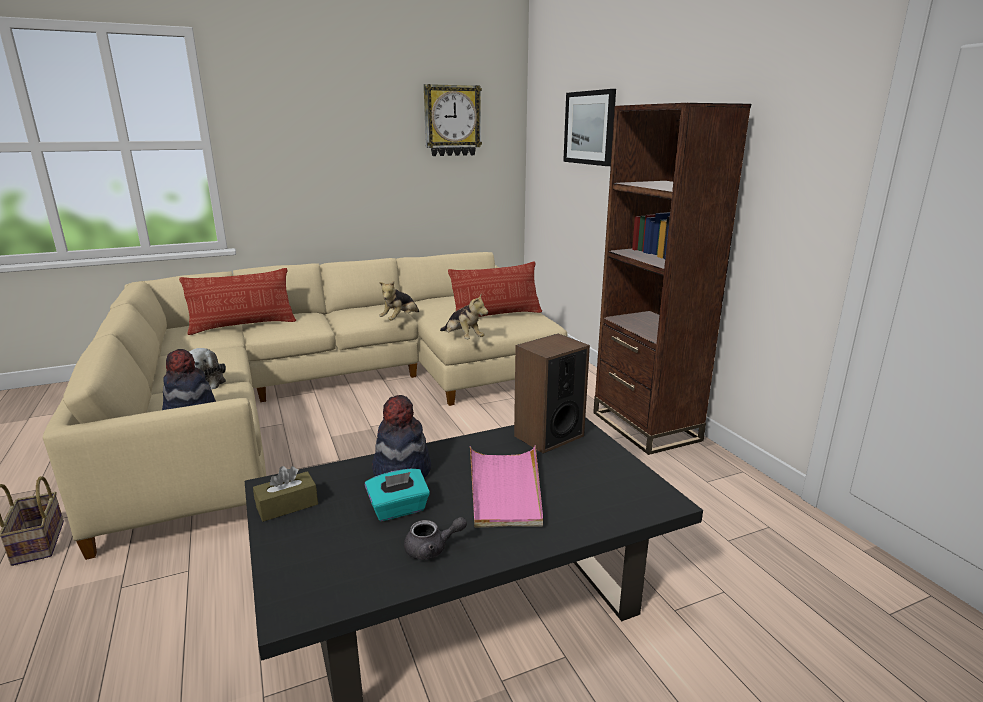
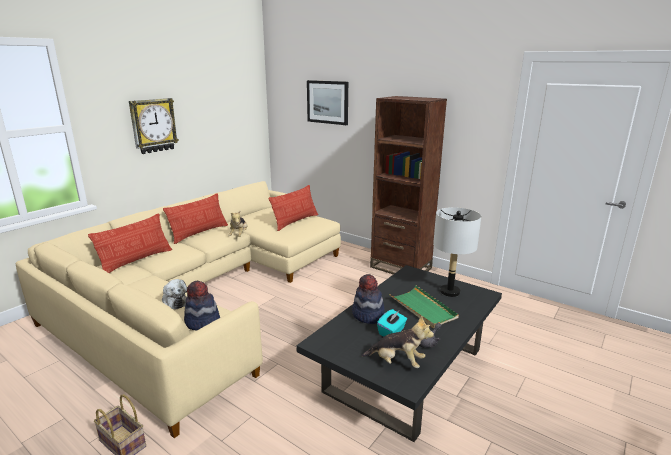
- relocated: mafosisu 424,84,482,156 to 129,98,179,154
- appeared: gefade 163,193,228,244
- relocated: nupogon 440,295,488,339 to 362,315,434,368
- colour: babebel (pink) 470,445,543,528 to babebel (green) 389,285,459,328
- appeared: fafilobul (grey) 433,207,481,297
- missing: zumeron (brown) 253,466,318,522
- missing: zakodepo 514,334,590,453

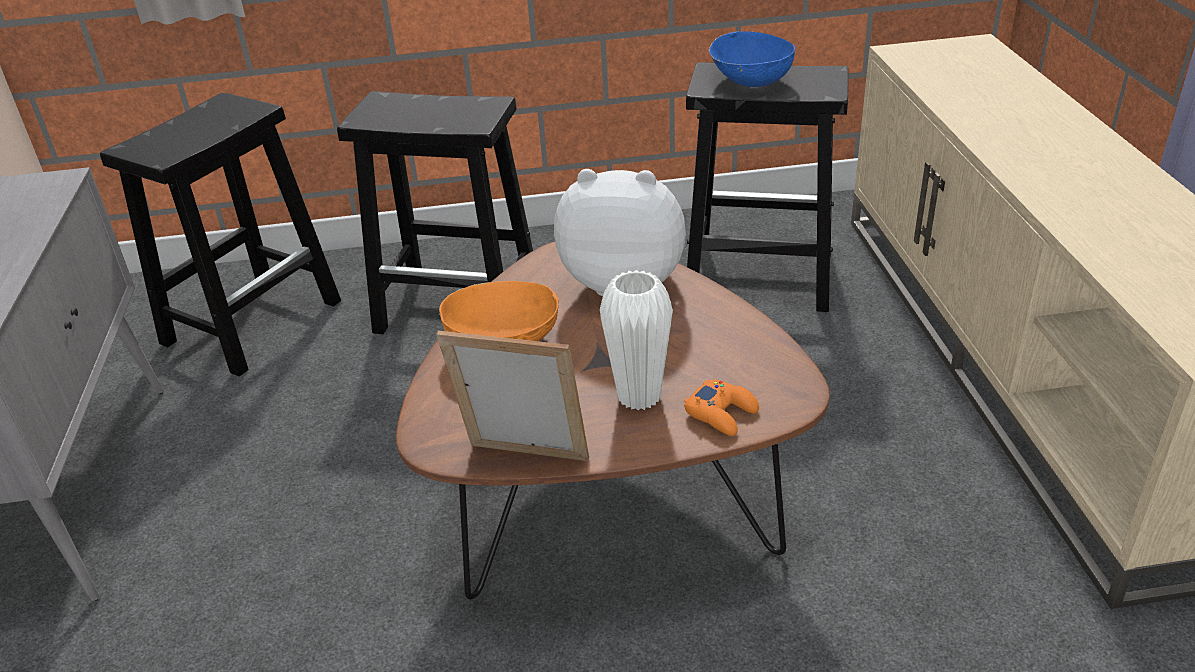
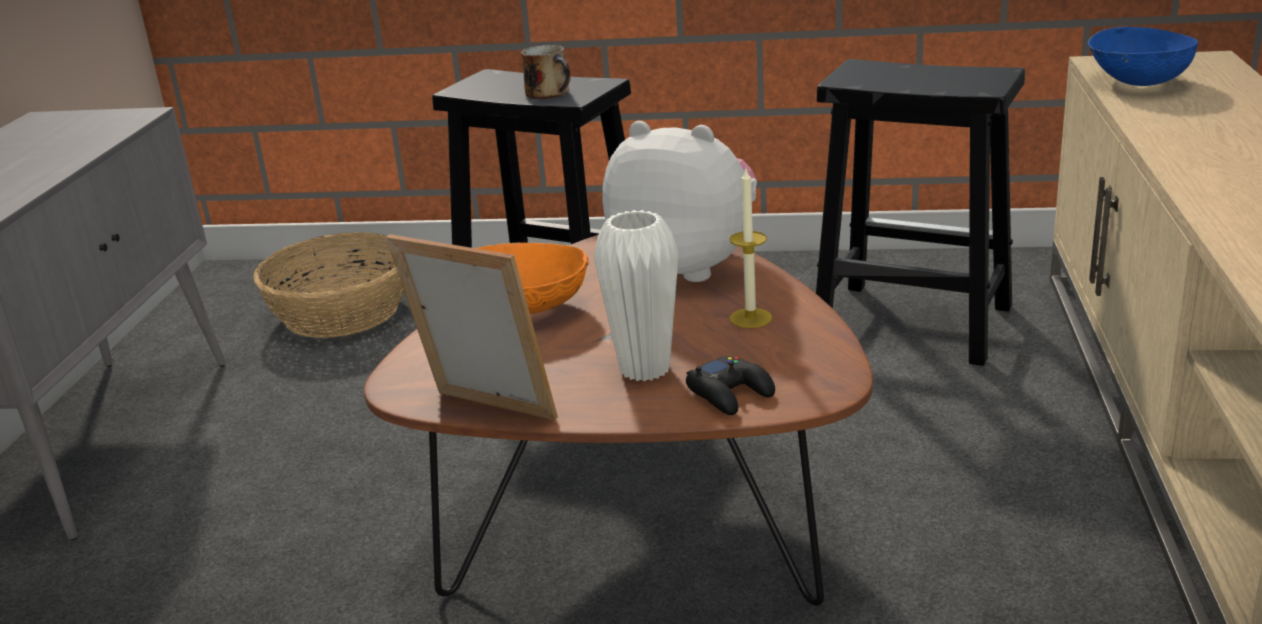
- exchanged: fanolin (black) 100,93,341,377 to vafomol 254,232,404,338
- appeared: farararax 521,45,571,99
- colour: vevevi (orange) 684,380,759,436 to vevevi (black) 686,356,775,415
- appeared: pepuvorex 729,169,772,328
- relocated: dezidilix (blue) 709,31,795,87 to 1087,27,1198,86

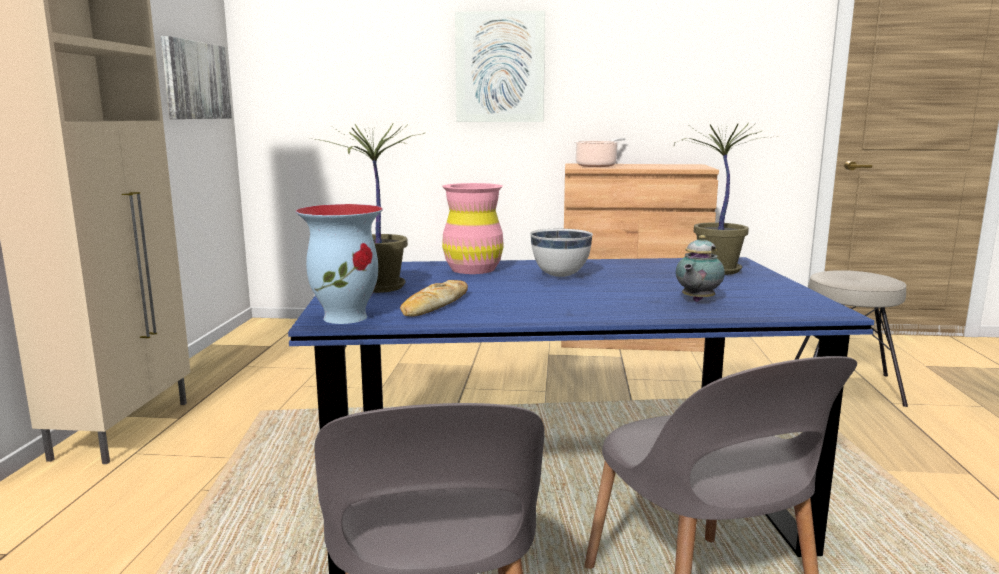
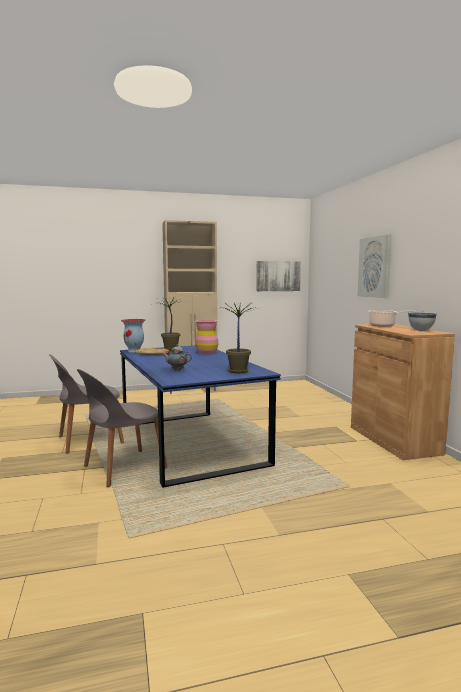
- relocated: dezidilix (white) 530,229,593,277 to 408,312,437,331
- missing: fanolin (beige) 794,270,908,407

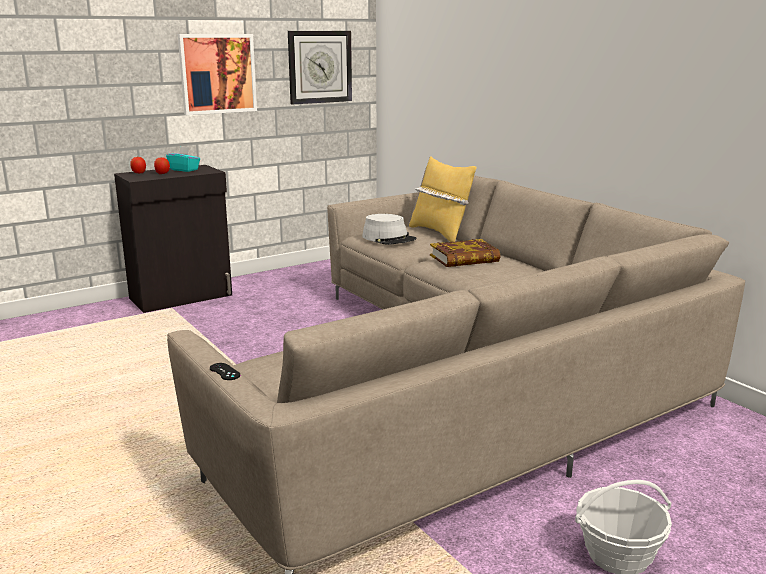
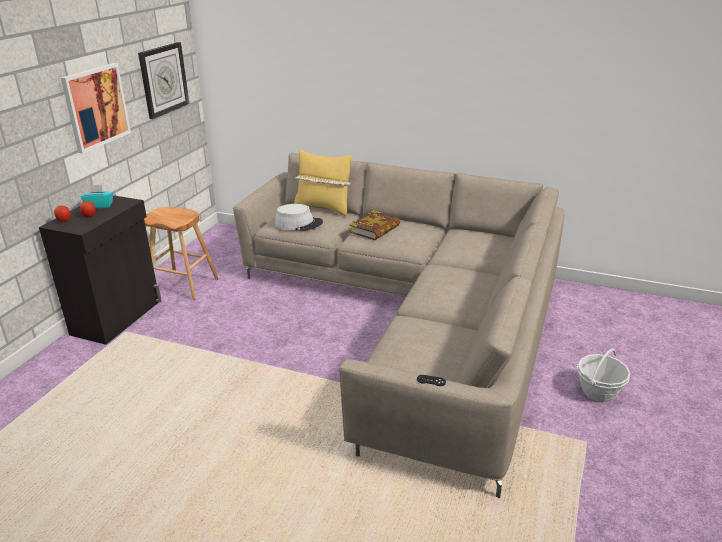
- appeared: fanolin (brown) 144,207,219,300

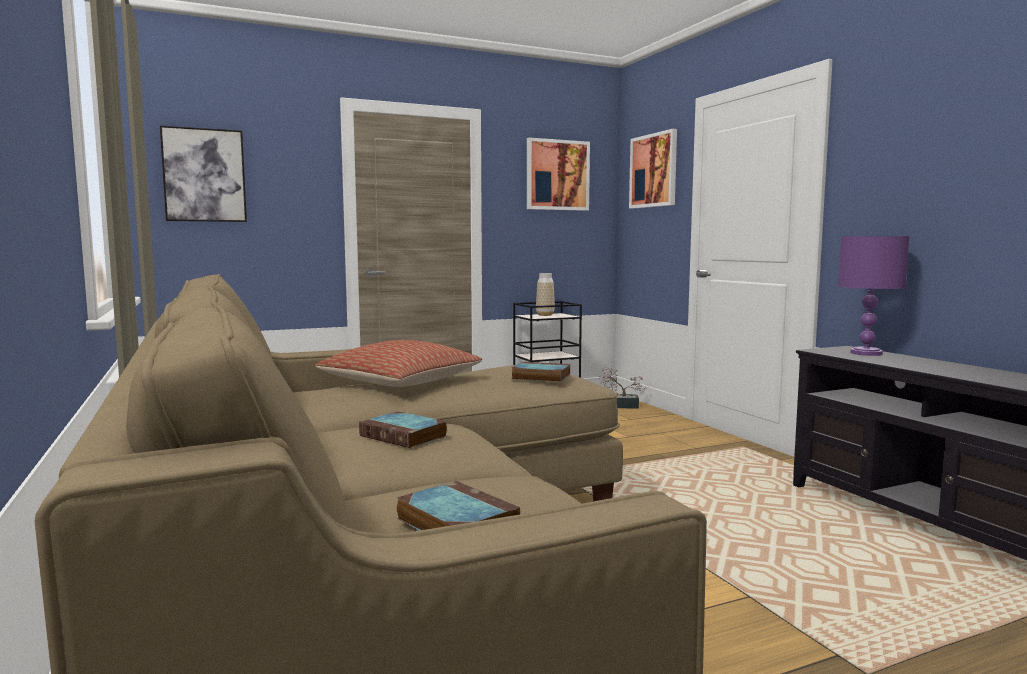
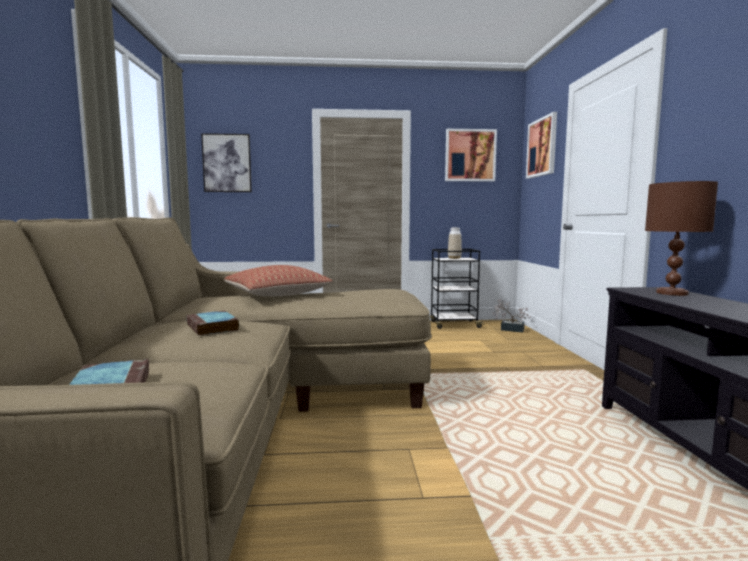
- colour: fafilobul (purple) 838,236,910,356 to fafilobul (brown) 645,181,718,296
- missing: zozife 512,362,570,382

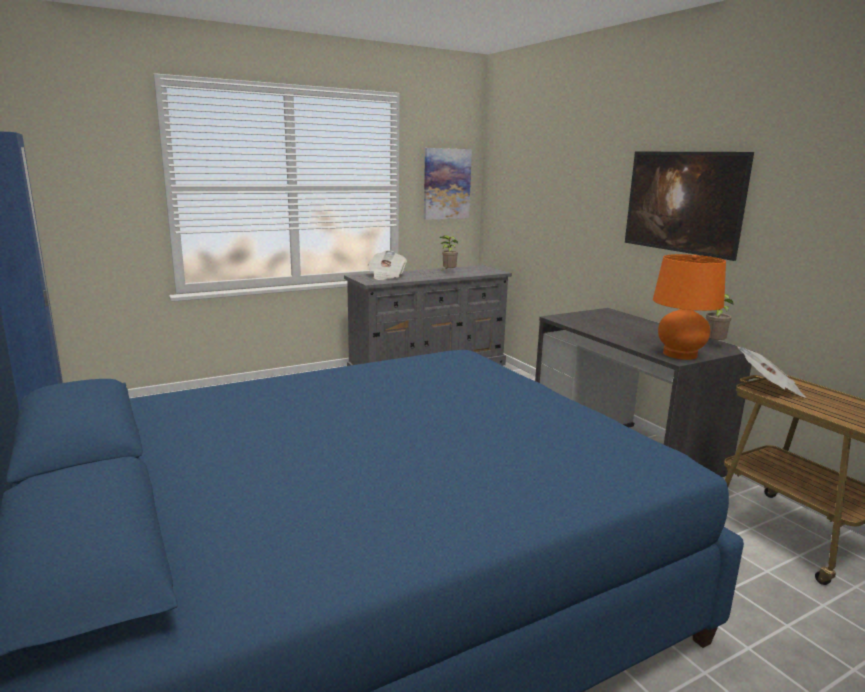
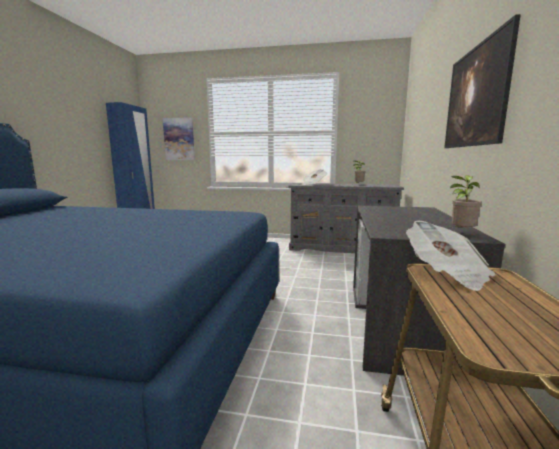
- relocated: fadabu 424,148,472,220 to 163,117,195,160
- missing: fafilobul (orange) 653,254,726,360

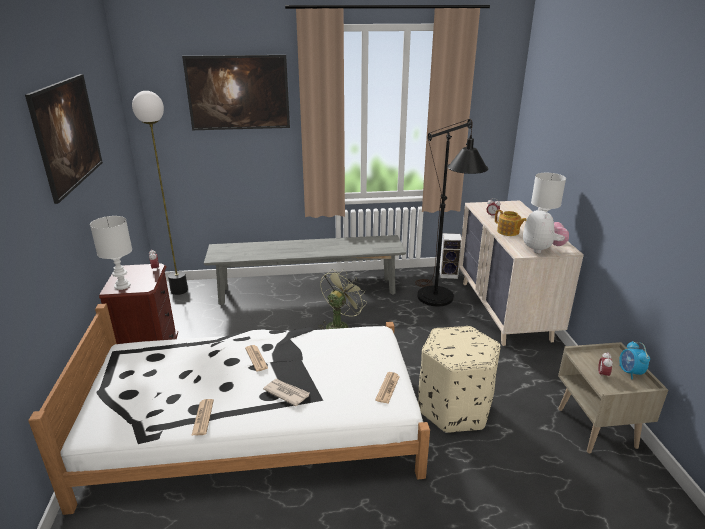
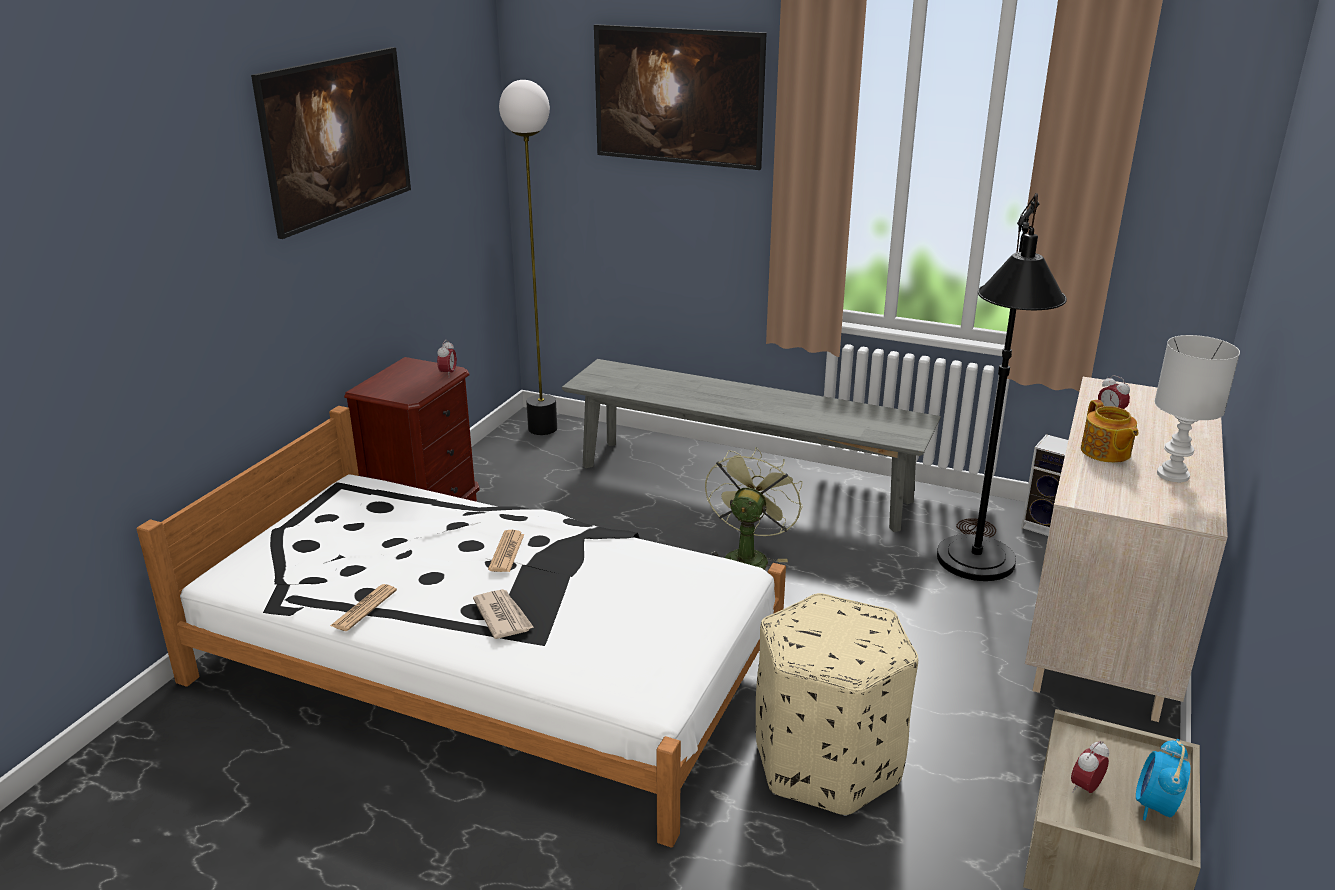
- spun: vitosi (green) 318,269,367,330 = 705,447,803,569 45 degrees counterclockwise
- missing: fafilobul (white) 90,216,132,290
- missing: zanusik 375,372,400,404
- missing: nupogon 523,207,569,253

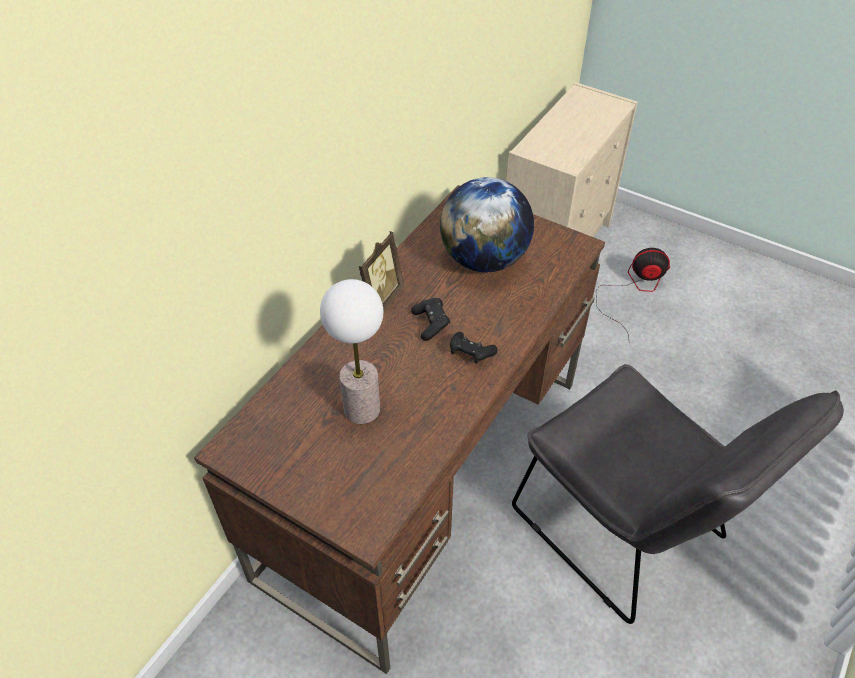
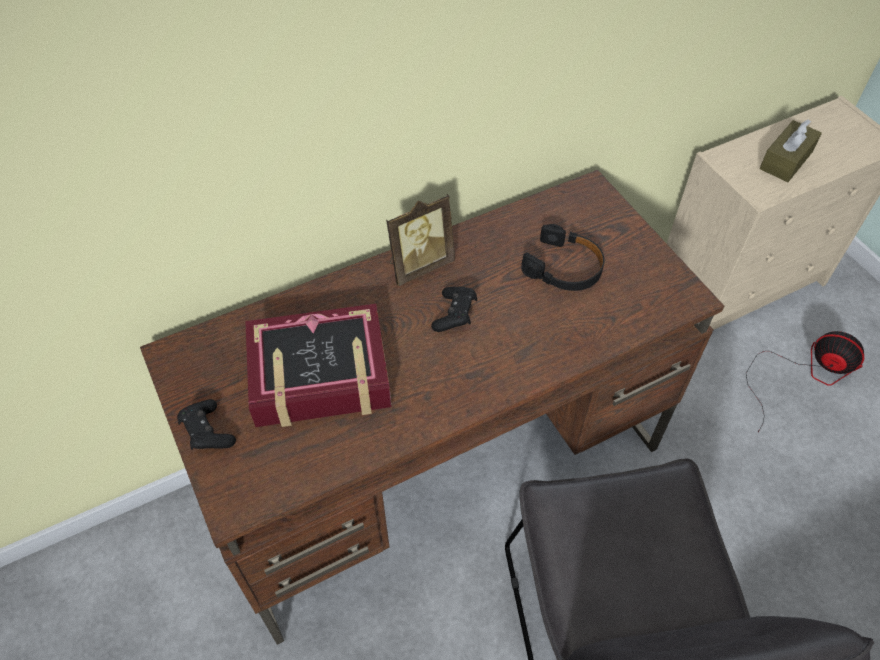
- relocated: vevevi (black) 450,332,497,364 to 177,399,236,450
- exchanged: fafilobul 320,279,383,424 to zozife 245,304,391,427
- exchanged: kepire 440,177,534,272 to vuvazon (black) 521,224,605,291
- appeared: zumeron (brown) 760,119,822,182

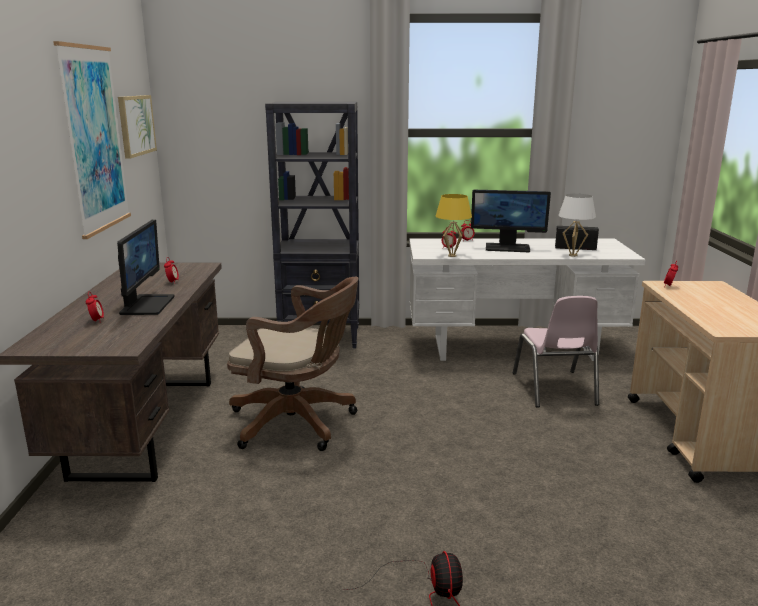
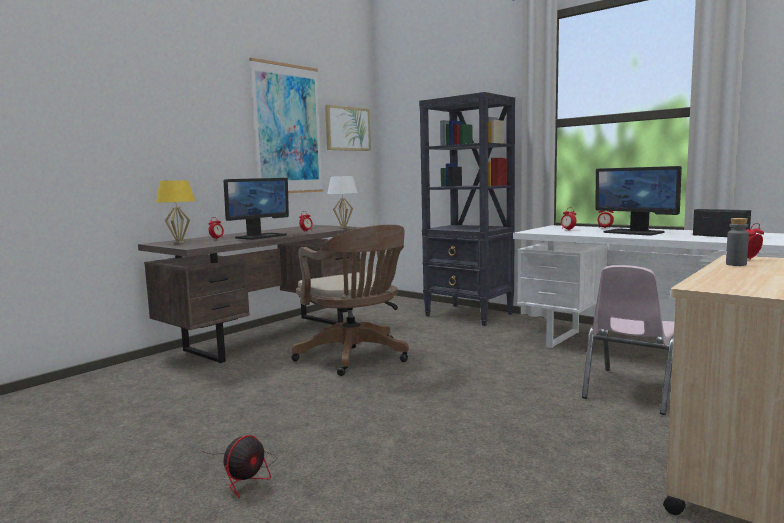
- relocated: fafilobul (yellow) 436,194,472,257 to 156,180,195,243
- relocated: fafilobul (white) 558,194,596,257 to 327,176,358,228
- appeared: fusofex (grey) 726,218,749,266

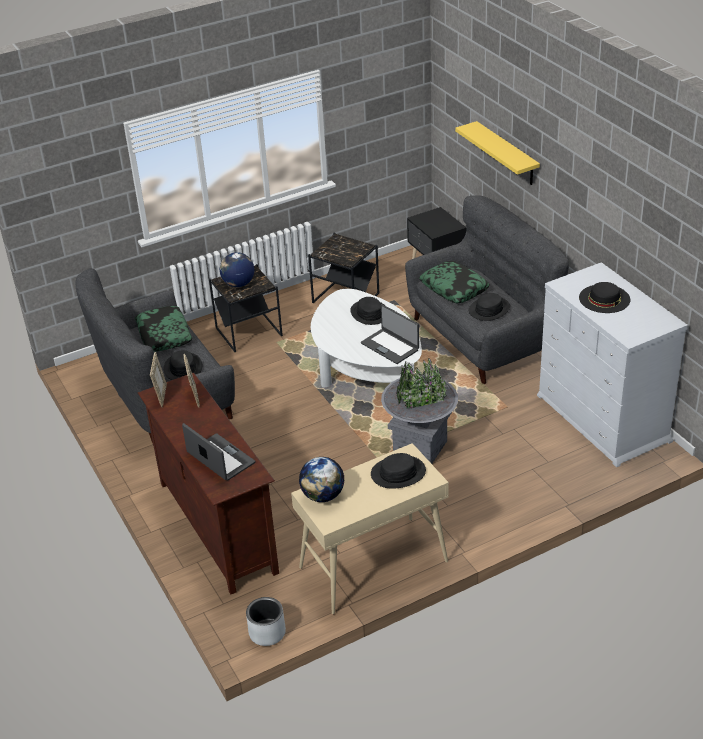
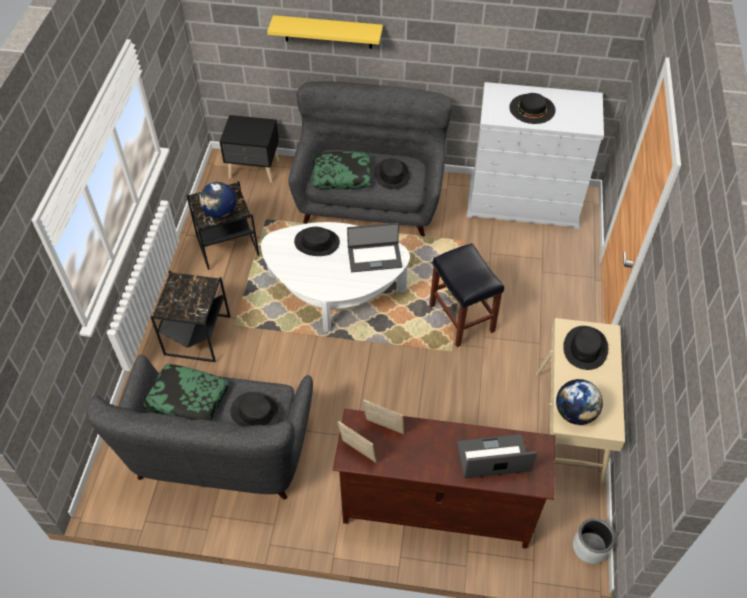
- relocated: kepire 220,252,254,287 to 199,182,236,218
- exchanged: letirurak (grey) 381,358,458,464 to fanolin (black) 430,243,504,347

